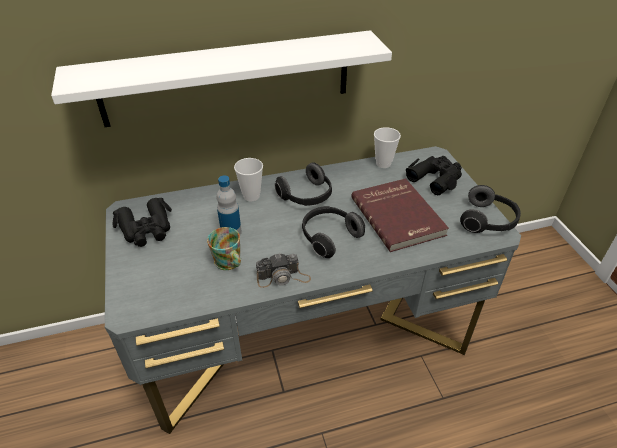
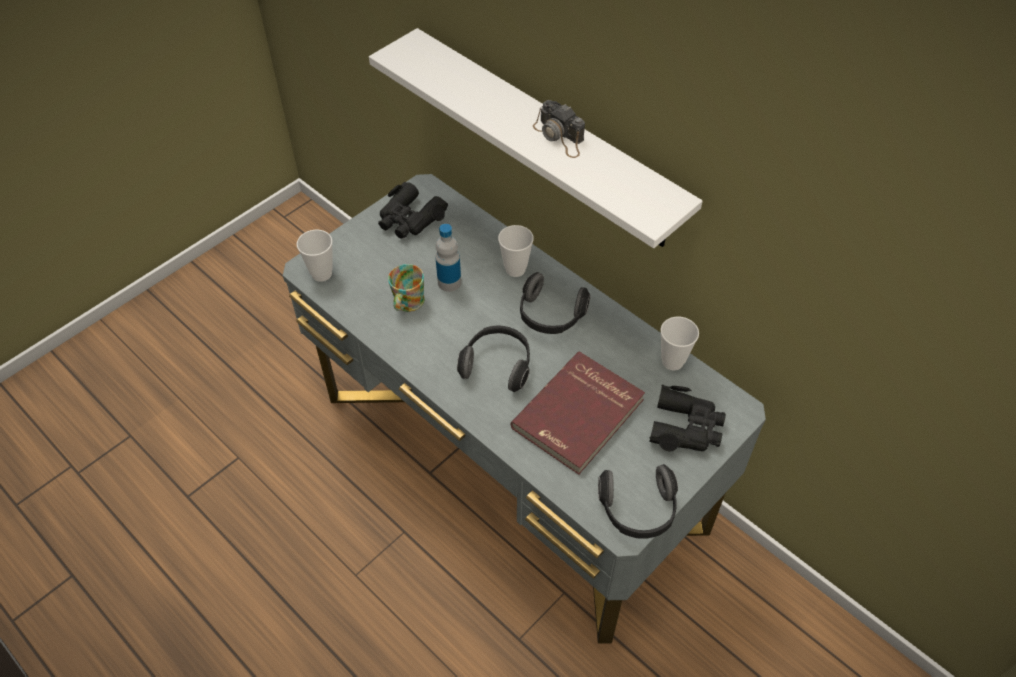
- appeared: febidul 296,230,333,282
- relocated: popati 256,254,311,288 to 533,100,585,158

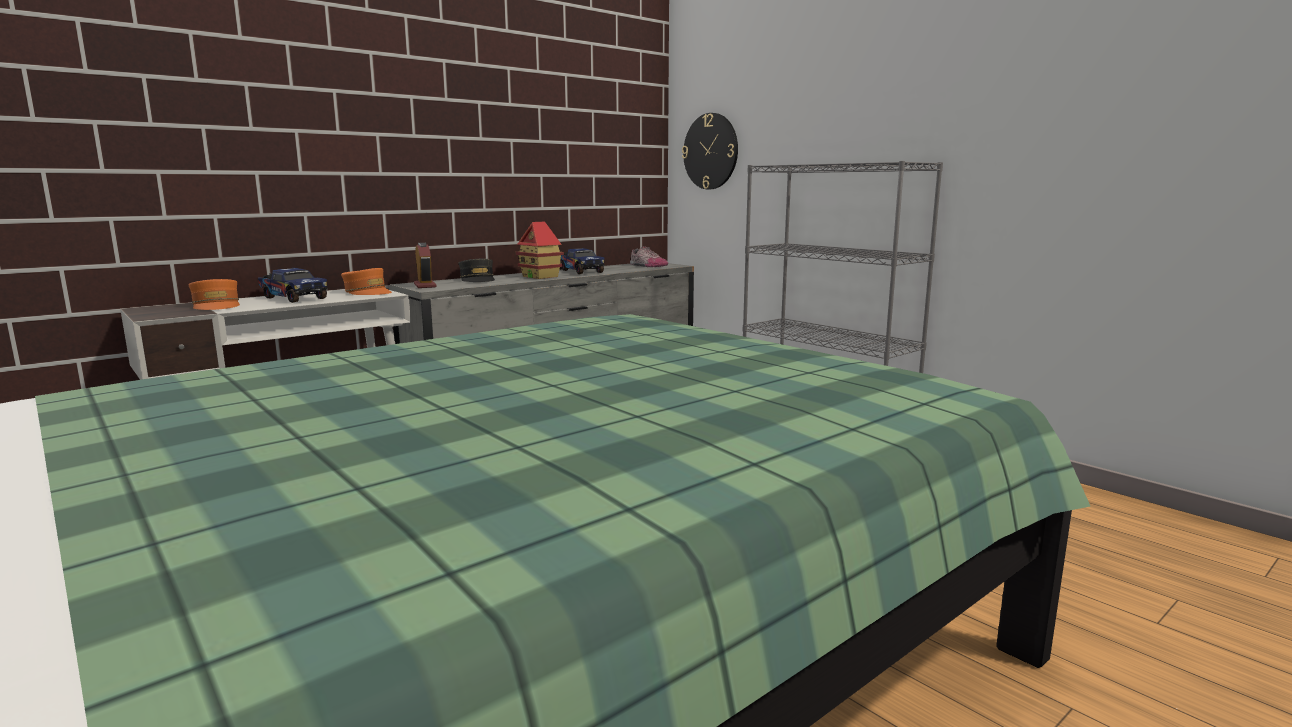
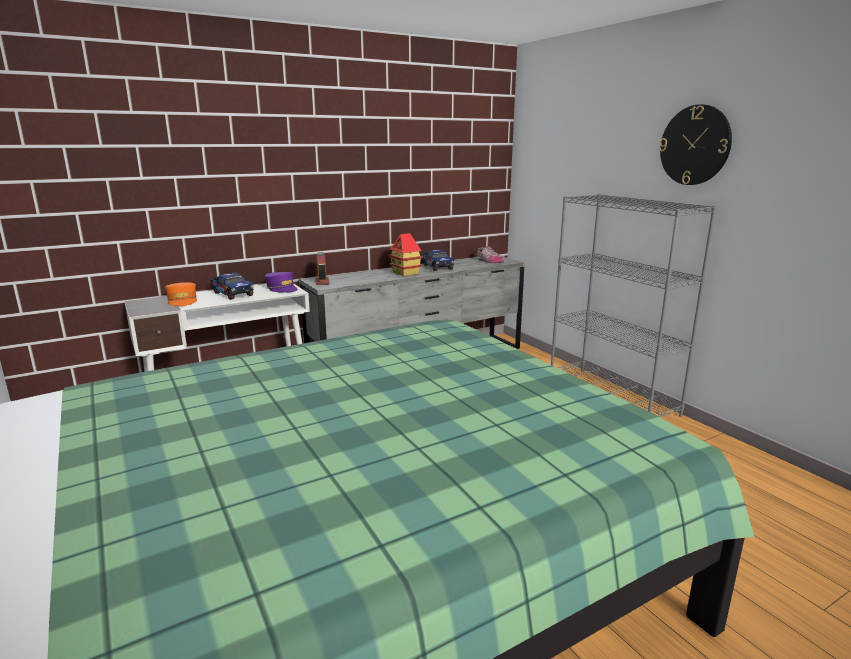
- colour: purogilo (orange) 341,268,392,295 to purogilo (purple) 265,272,298,293
- relocated: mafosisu 682,113,738,189 to 659,104,732,185
- missing: purogilo (grey) 459,259,495,282

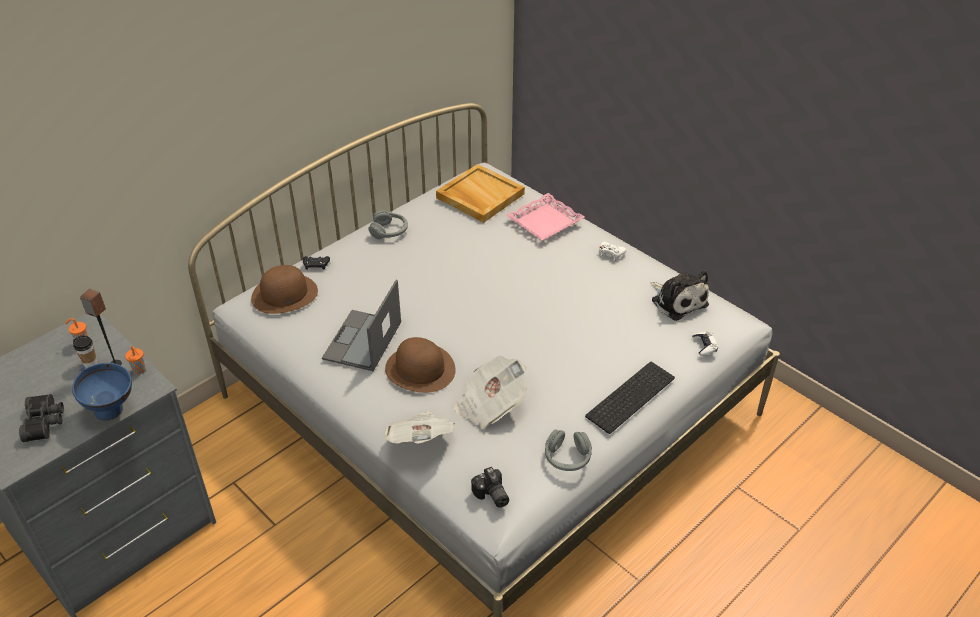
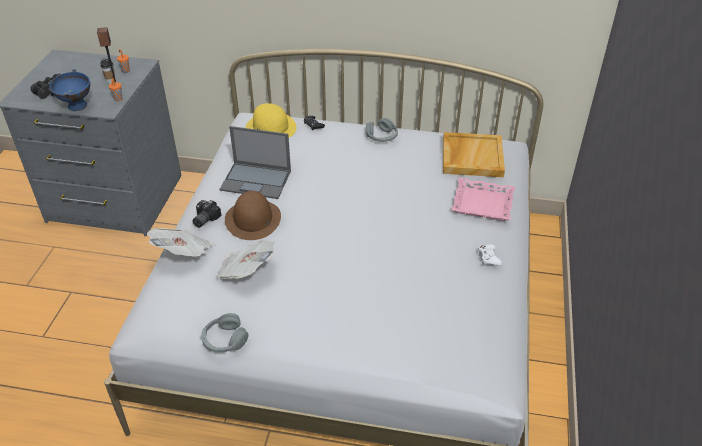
- relocated: popati 471,467,509,508 to 193,200,222,228
- spun: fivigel 322,280,401,371 = 220,126,291,199 150 degrees counterclockwise
- colour: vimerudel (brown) 251,265,318,314 to vimerudel (yellow) 245,103,296,137
- missing: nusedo 585,362,675,434
- missing: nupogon 650,271,709,321
- missing: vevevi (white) 692,332,718,356

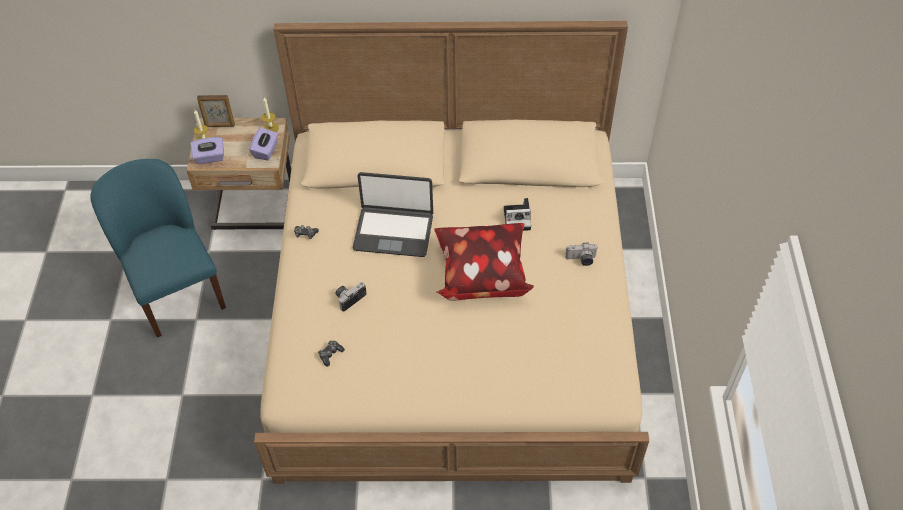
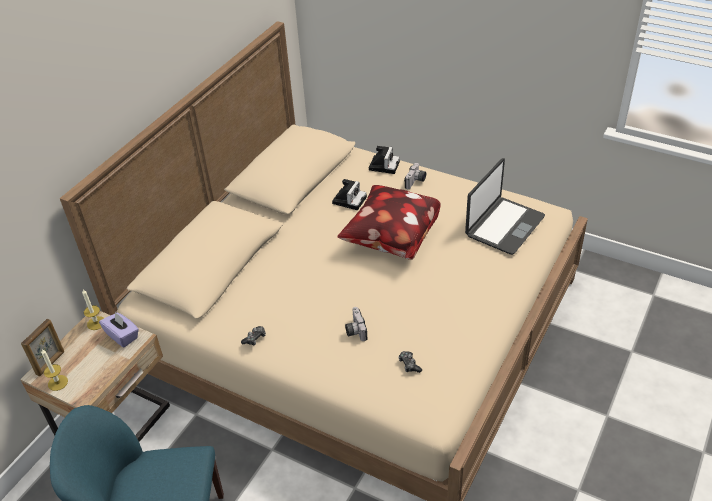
- appeared: popati 369,146,400,174
- relocated: fivigel 353,172,433,257 to 465,158,545,255
- missing: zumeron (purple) 191,137,224,164

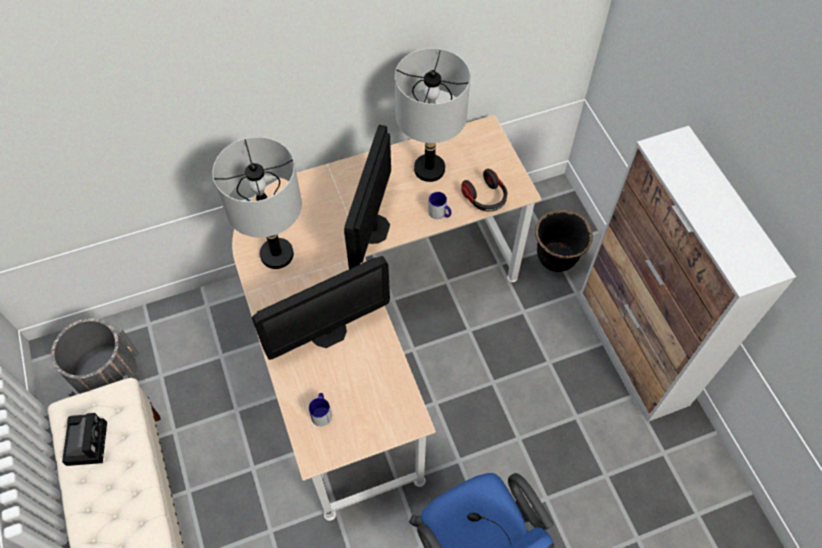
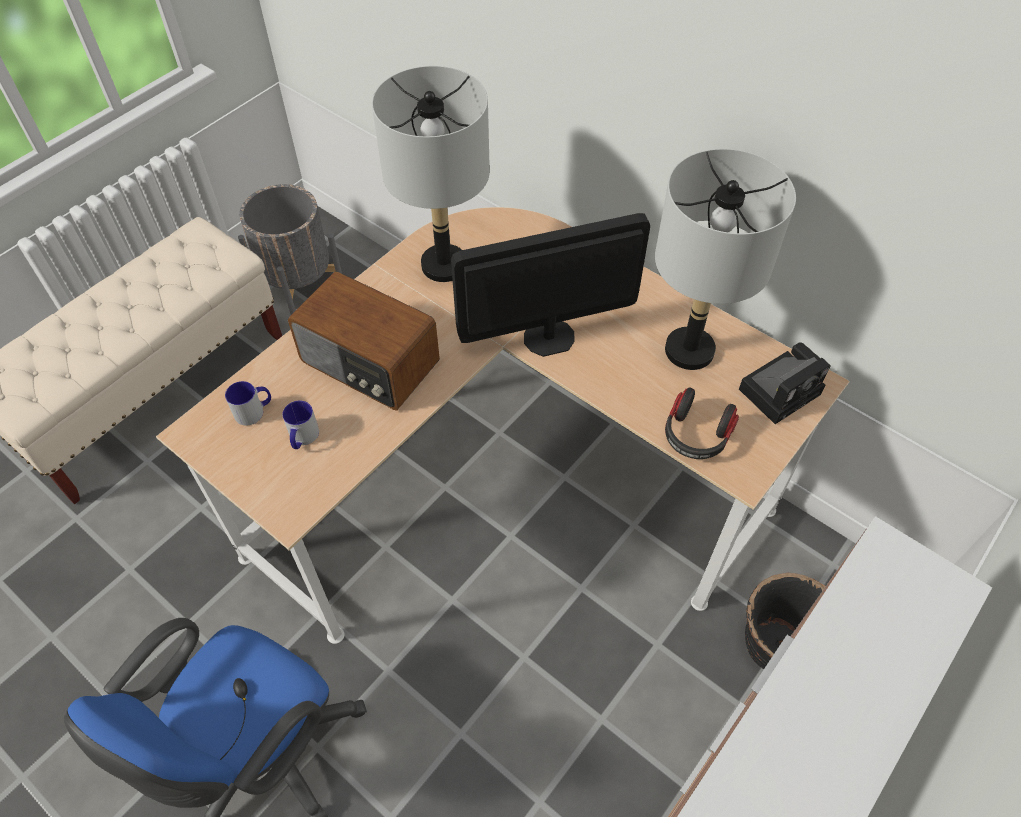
- relocated: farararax 428,192,451,219 to 282,401,319,449
- exchanged: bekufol 252,256,390,360 to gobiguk 288,271,440,411
- relocated: popati 62,413,107,466 to 739,342,831,424

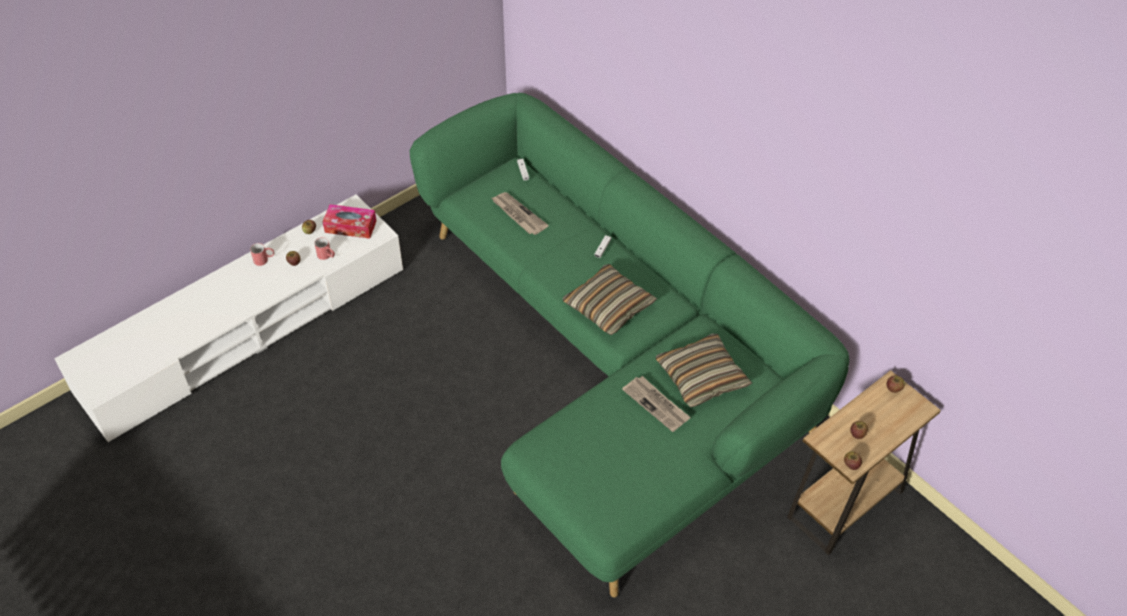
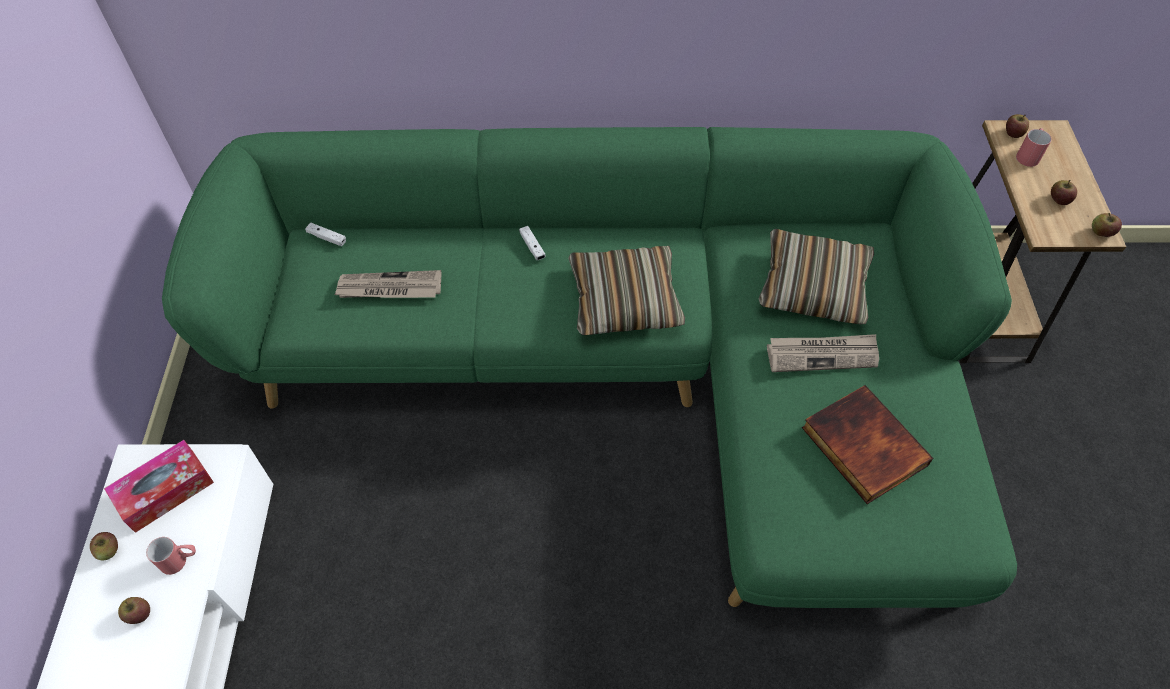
- appeared: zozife 802,385,933,504
- relocated: farararax (red) 250,243,274,266 to 1016,128,1052,167

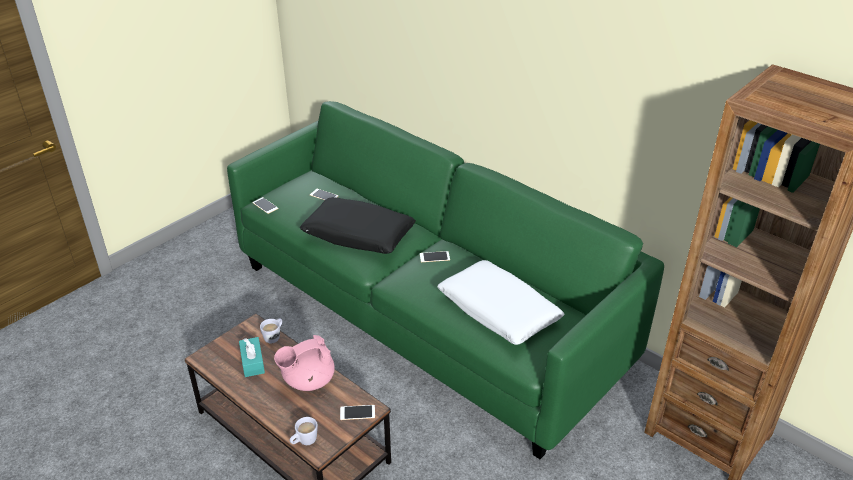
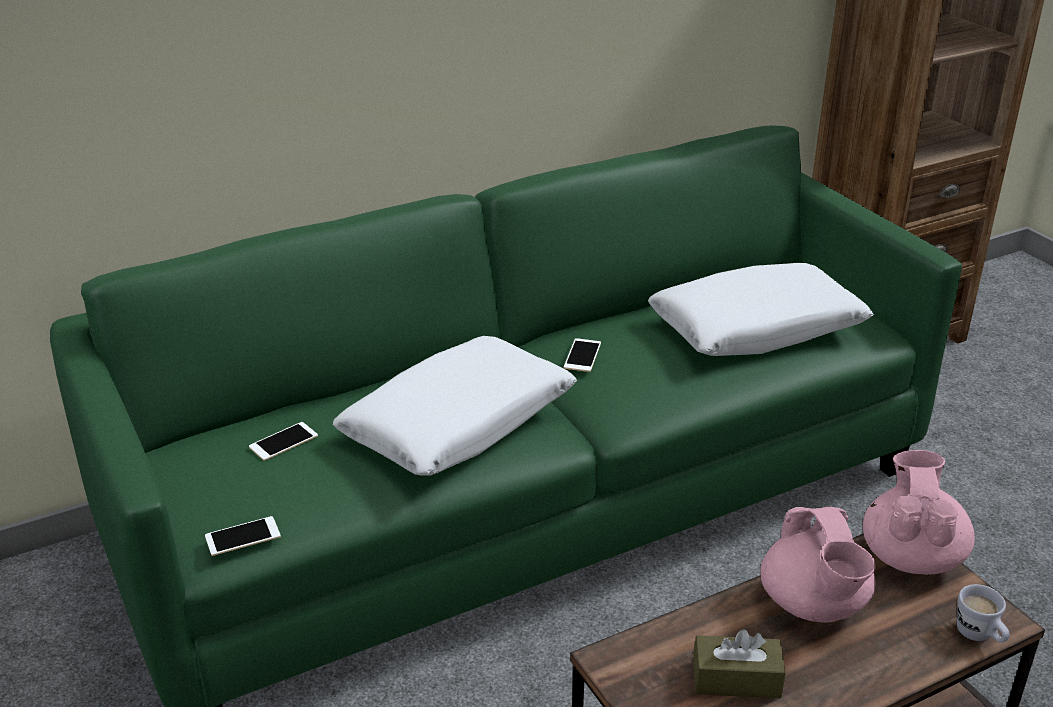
- colour: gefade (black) 300,197,416,254 to gefade (white) 333,336,577,476
- colour: zumeron (turquoise) 239,337,265,377 to zumeron (brown) 693,629,786,699
- exchanged: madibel 340,405,375,420 to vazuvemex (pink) 863,450,975,575
- missing: farararax (white) 260,318,282,343

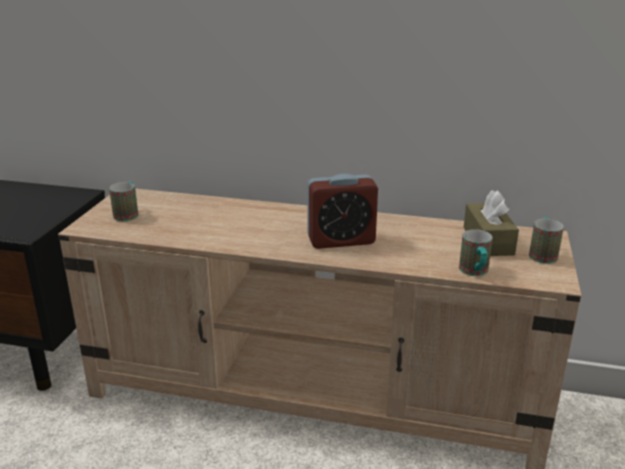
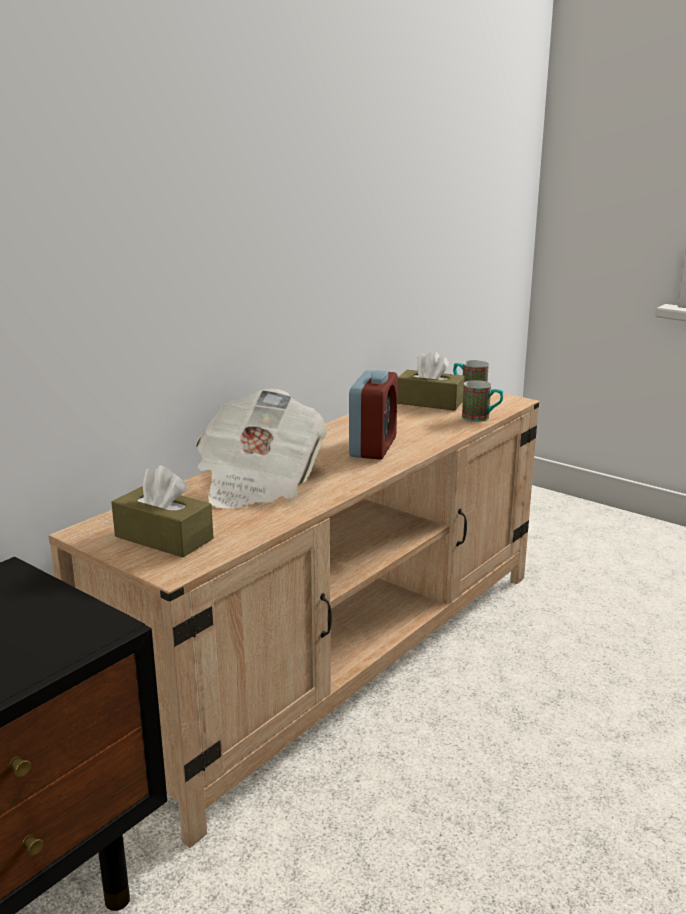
- exchanged: farararax 109,181,139,221 to zumeron (brown) 111,465,213,557
- appeared: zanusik 196,389,327,509

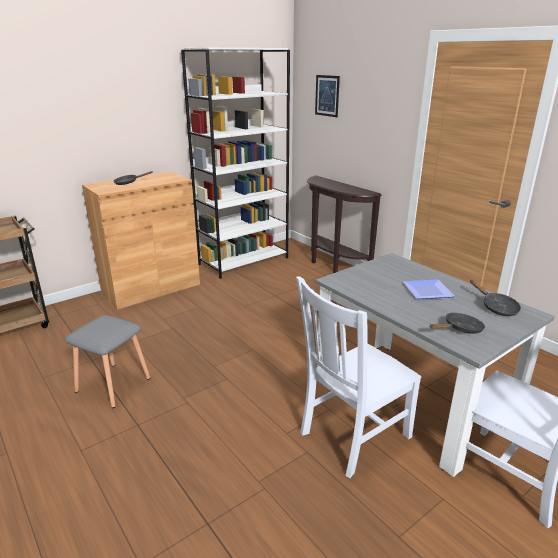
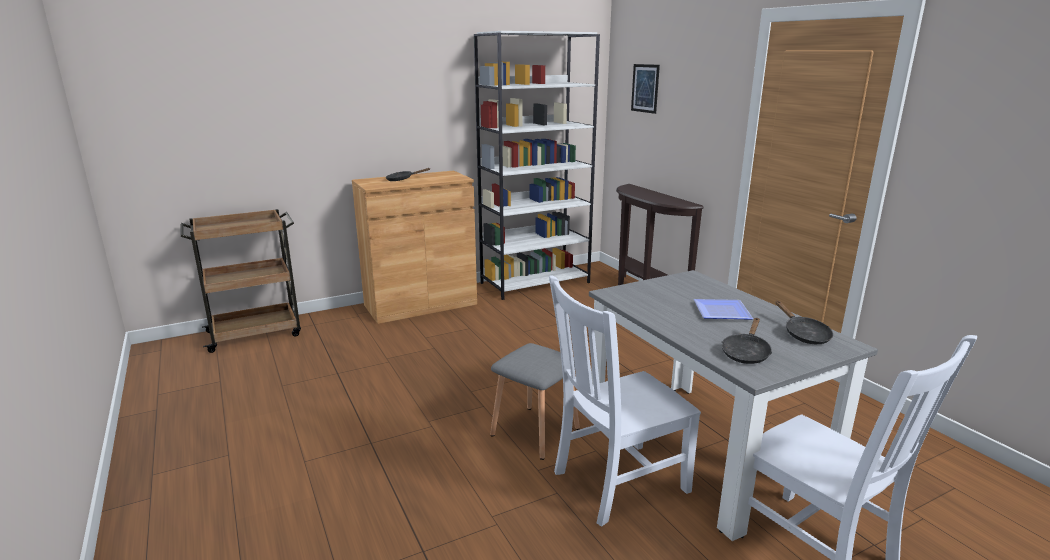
- relocated: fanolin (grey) 65,315,150,408 to 490,343,580,460
- spun: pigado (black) 430,313,485,334 = 721,318,772,364 135 degrees clockwise

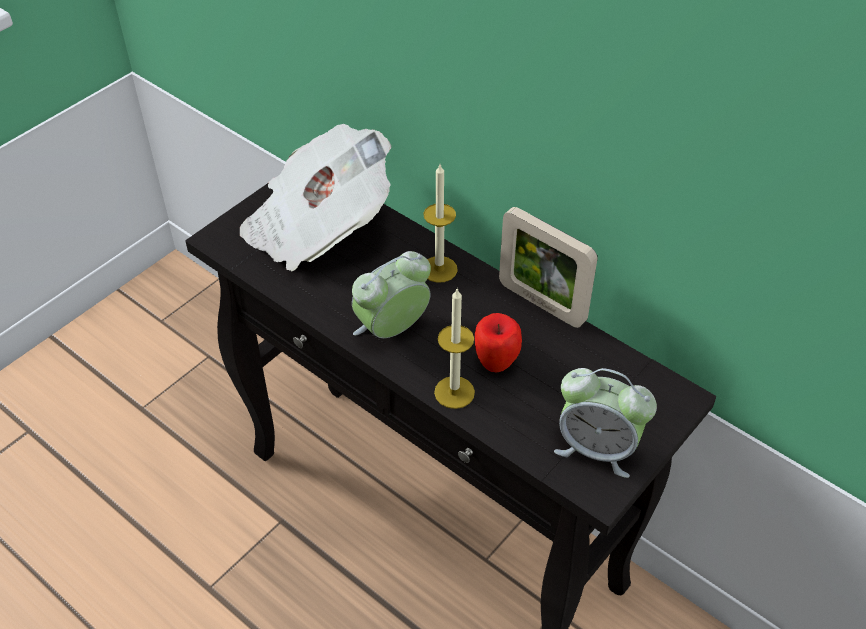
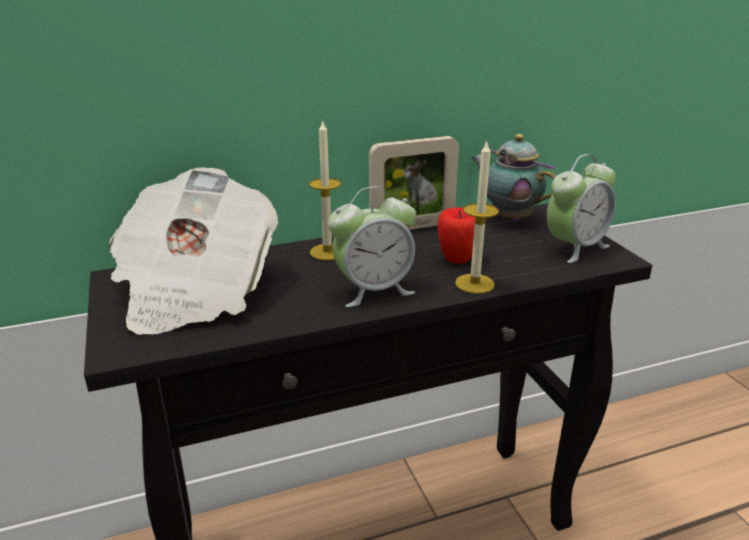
- spun: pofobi 352,251,431,338 = 328,186,416,307 105 degrees counterclockwise
- appeared: vazuvemex 471,134,556,221

